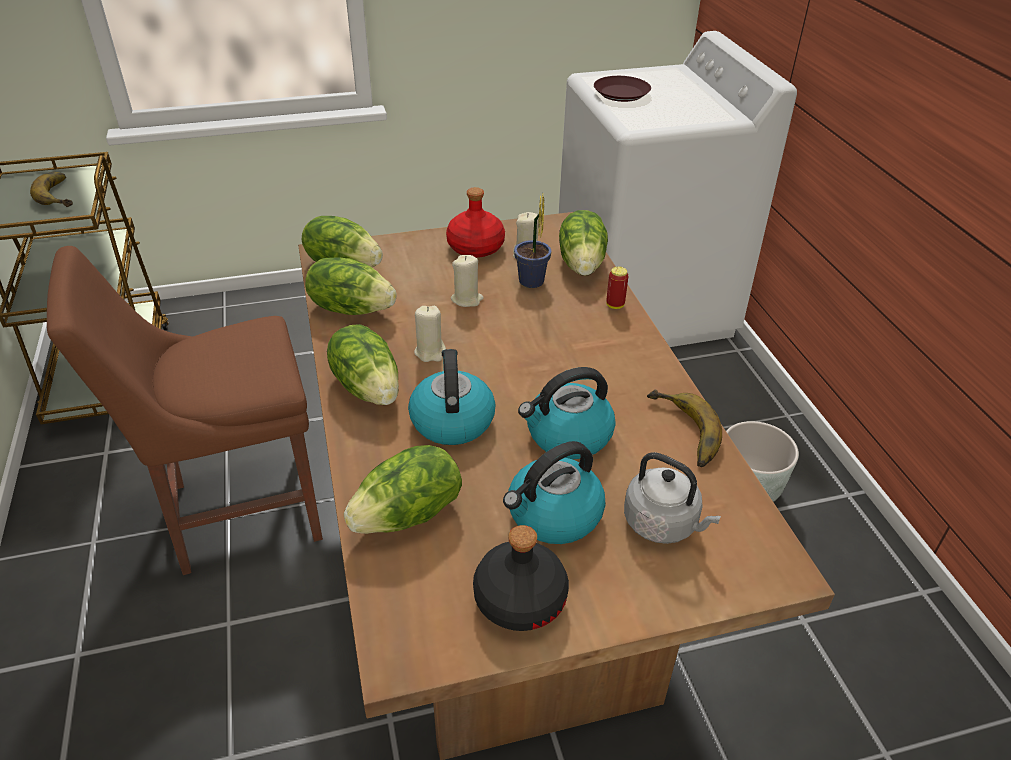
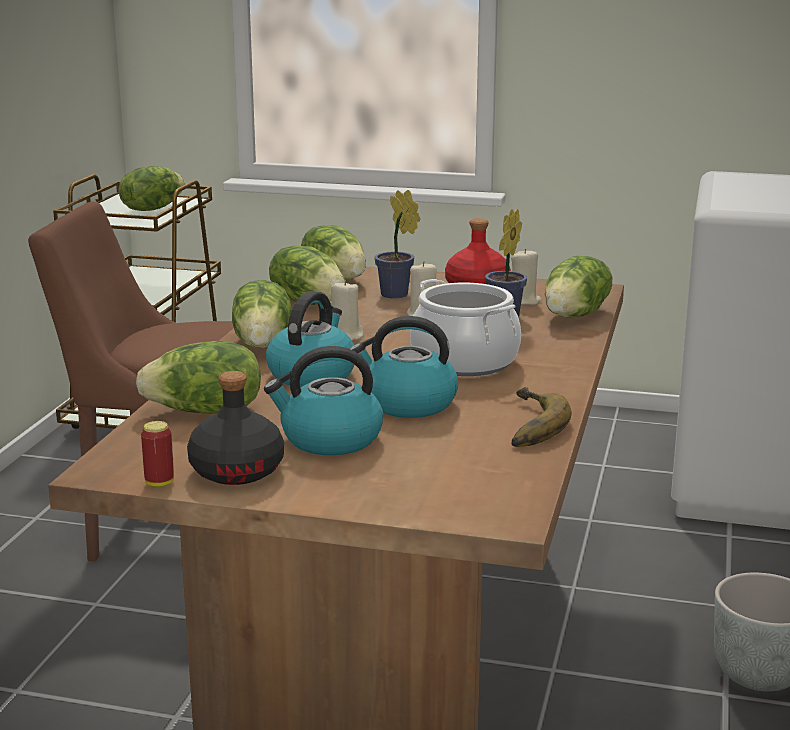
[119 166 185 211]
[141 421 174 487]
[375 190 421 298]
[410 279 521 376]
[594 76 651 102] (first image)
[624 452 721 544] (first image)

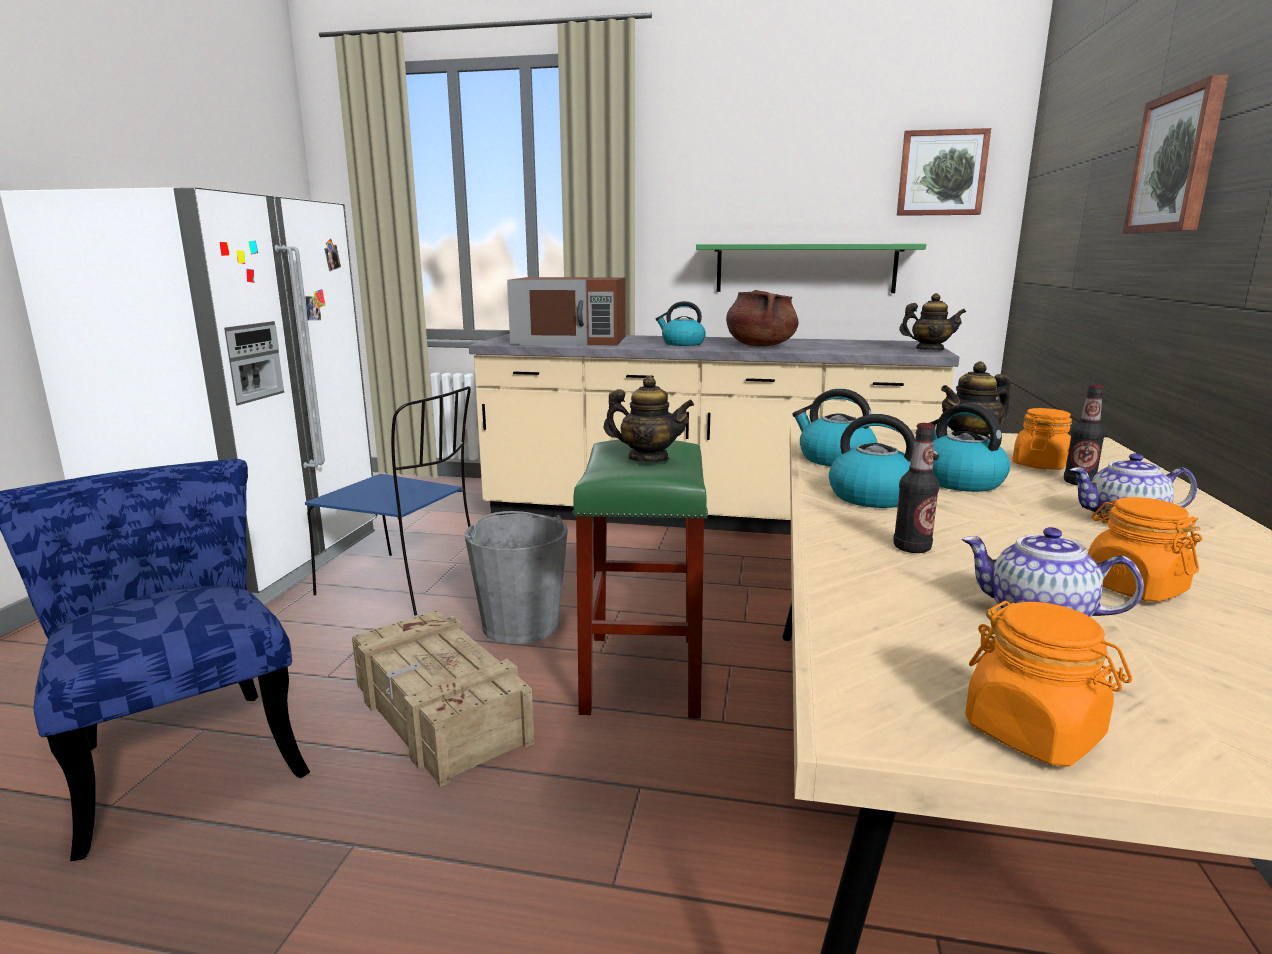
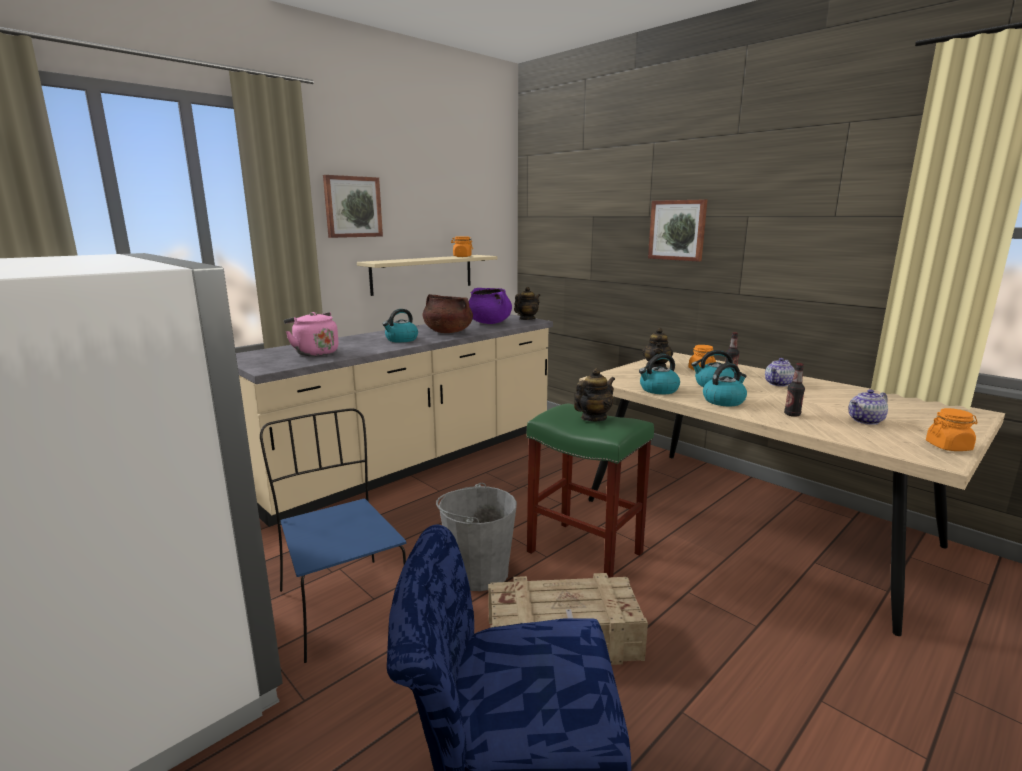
[260 408 406 663]
[284 312 339 356]
[323 175 383 238]
[357 255 497 296]
[451 236 473 257]
[469 288 512 324]

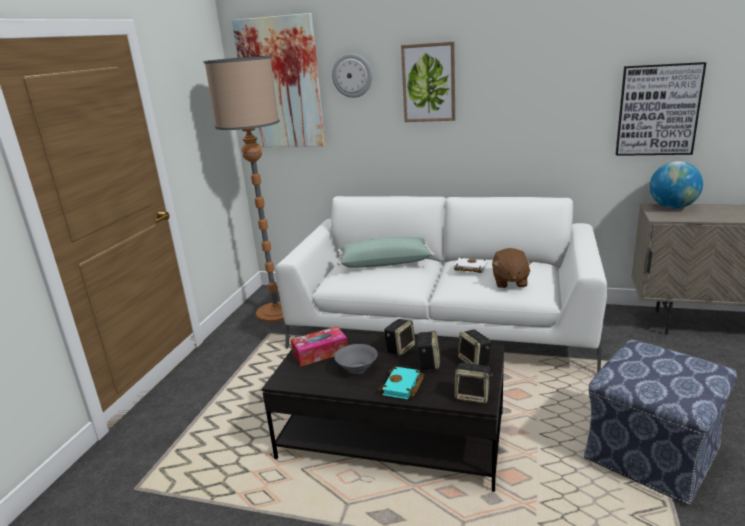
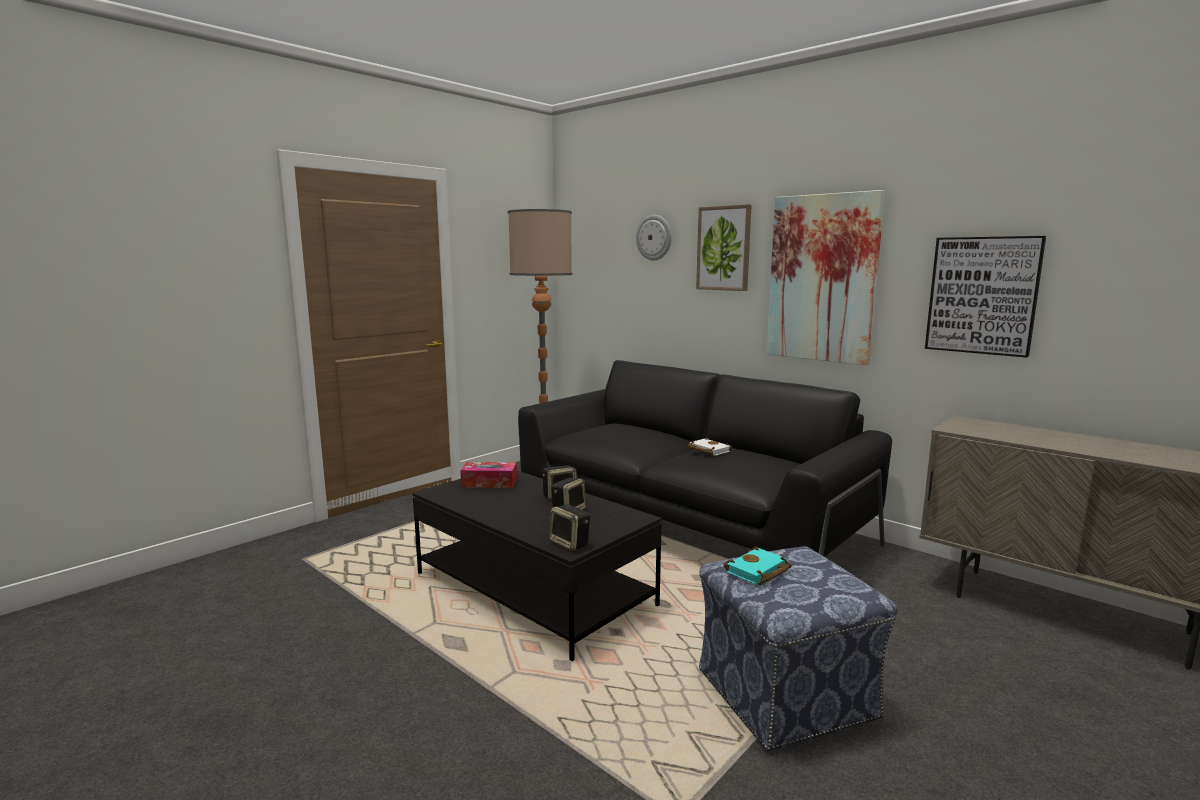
[518 360 892 557]
[723 547 792 585]
[766 190 885 365]
[334 344 378 374] (first image)
[337 237 435 268] (first image)
[458 329 491 366] (first image)
[492 248 533 288] (first image)
[650 161 703 209] (first image)

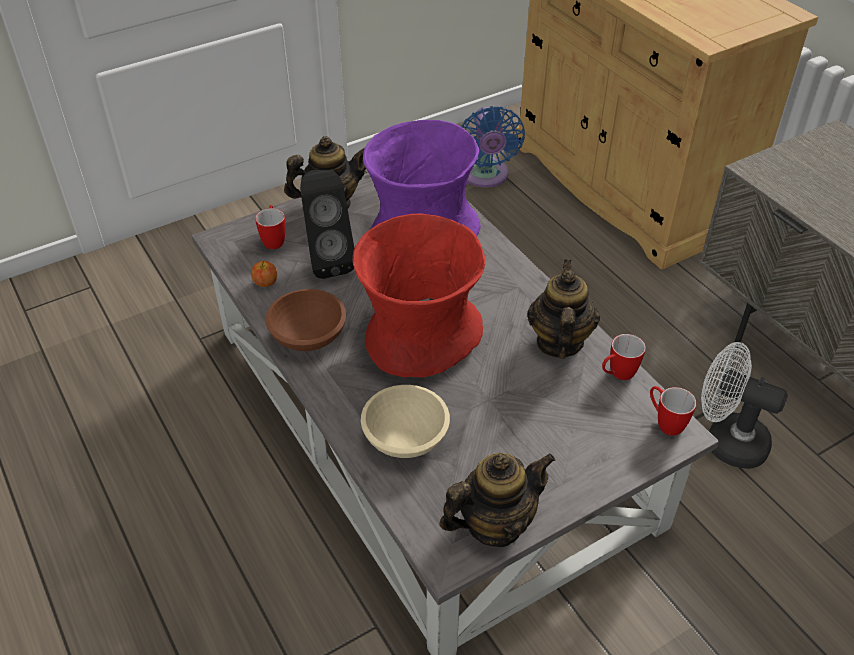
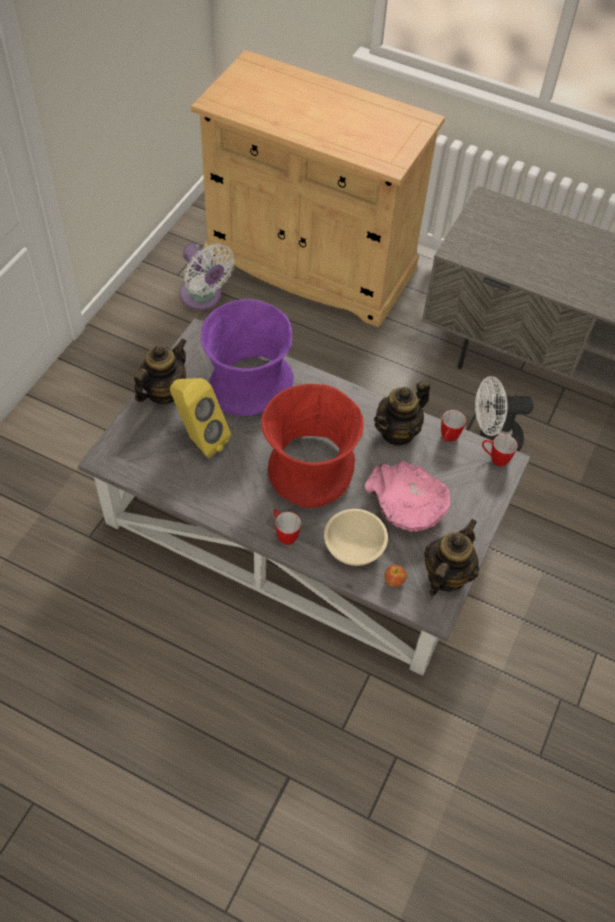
[170 378 231 458]
[180 243 235 310]
[273 509 301 545]
[365 461 450 532]
[374 380 430 446]
[384 565 407 587]
[266 289 346 351] (first image)

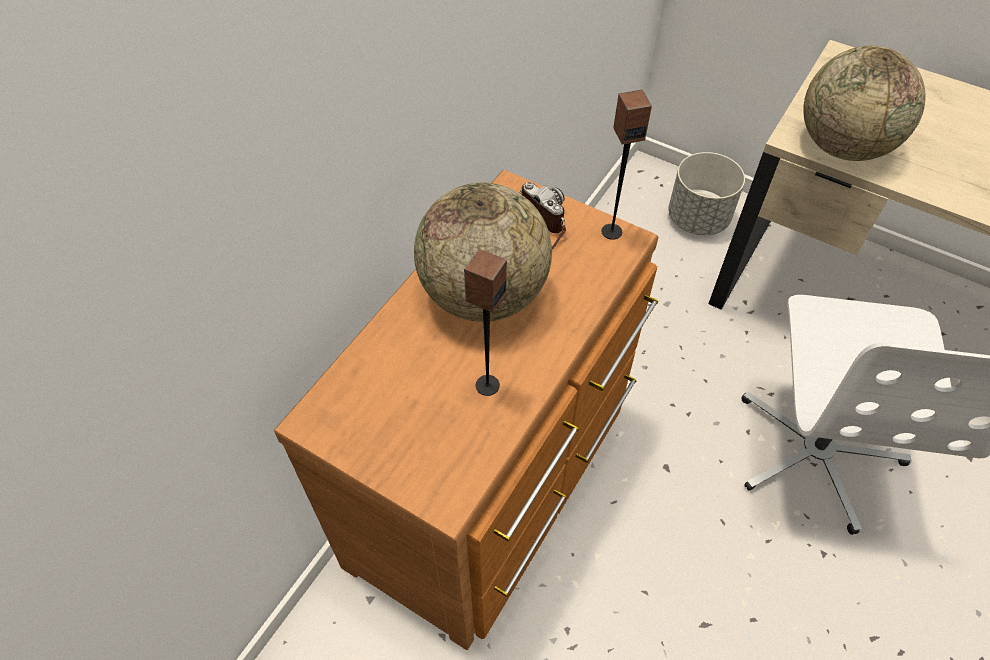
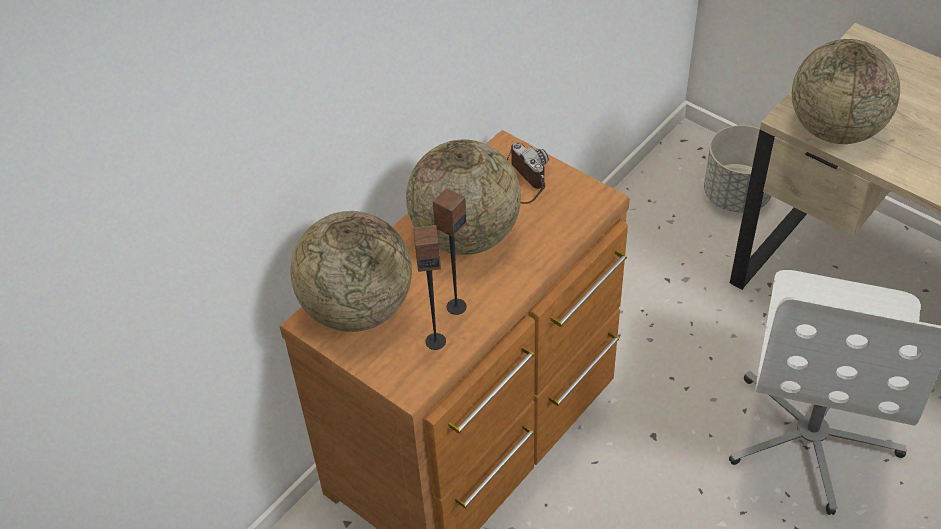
[291 211 412 332]
[413 225 446 350]

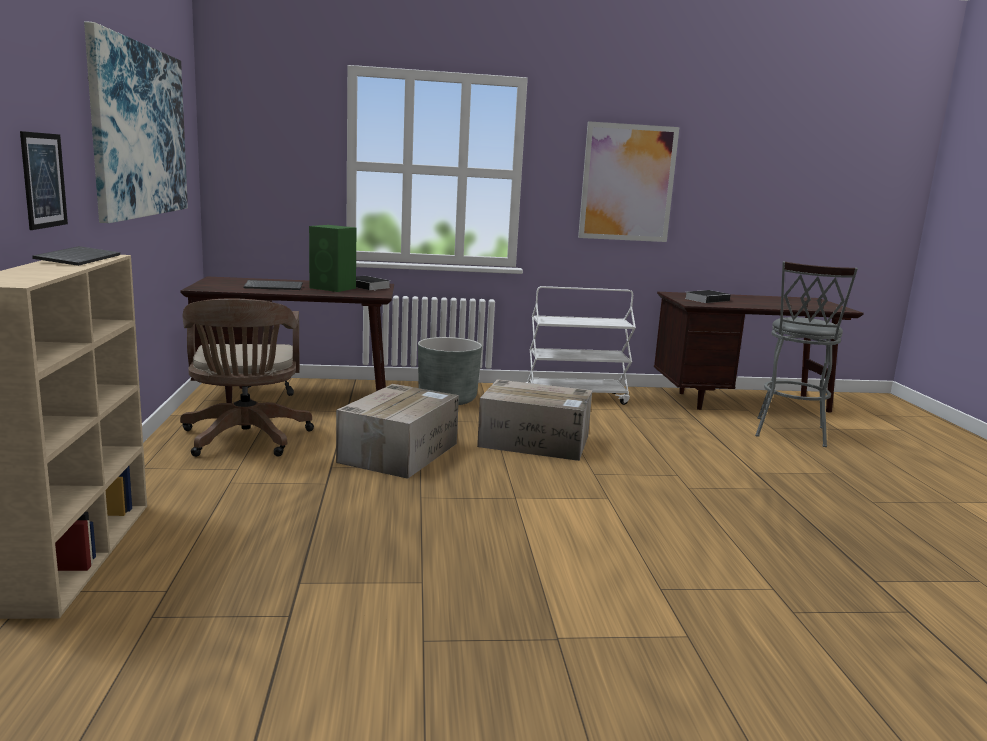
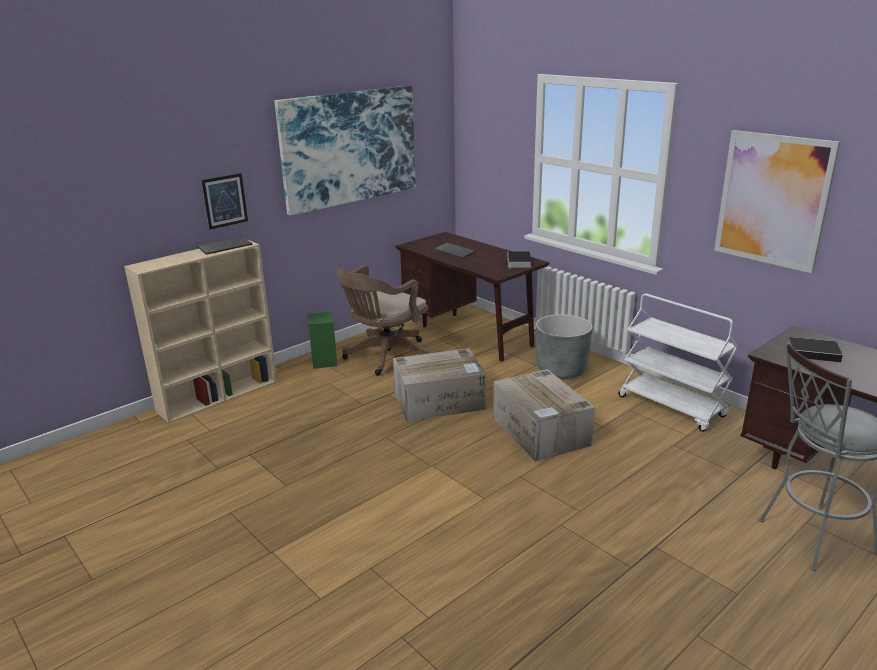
[307 312 337 369]

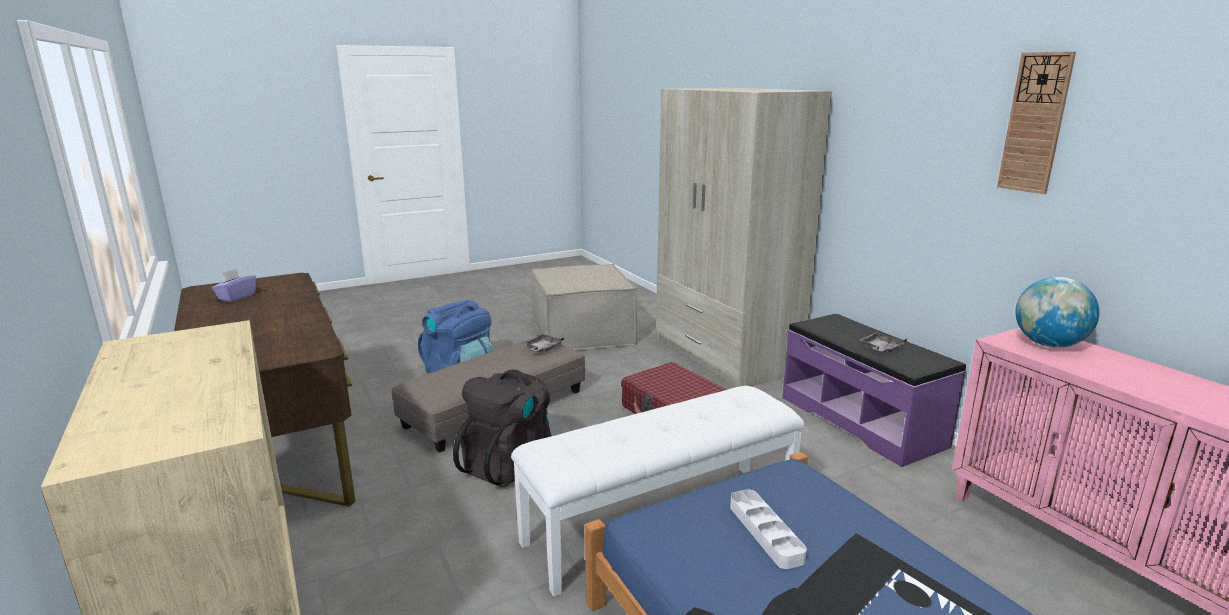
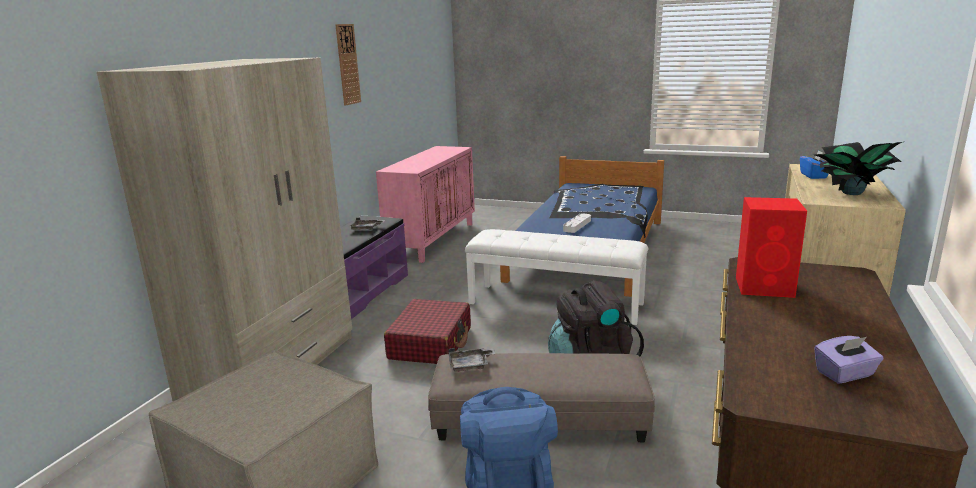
[736 197 807 298]
[800 150 828 179]
[814 142 902 195]
[1015 277 1099 348] (first image)

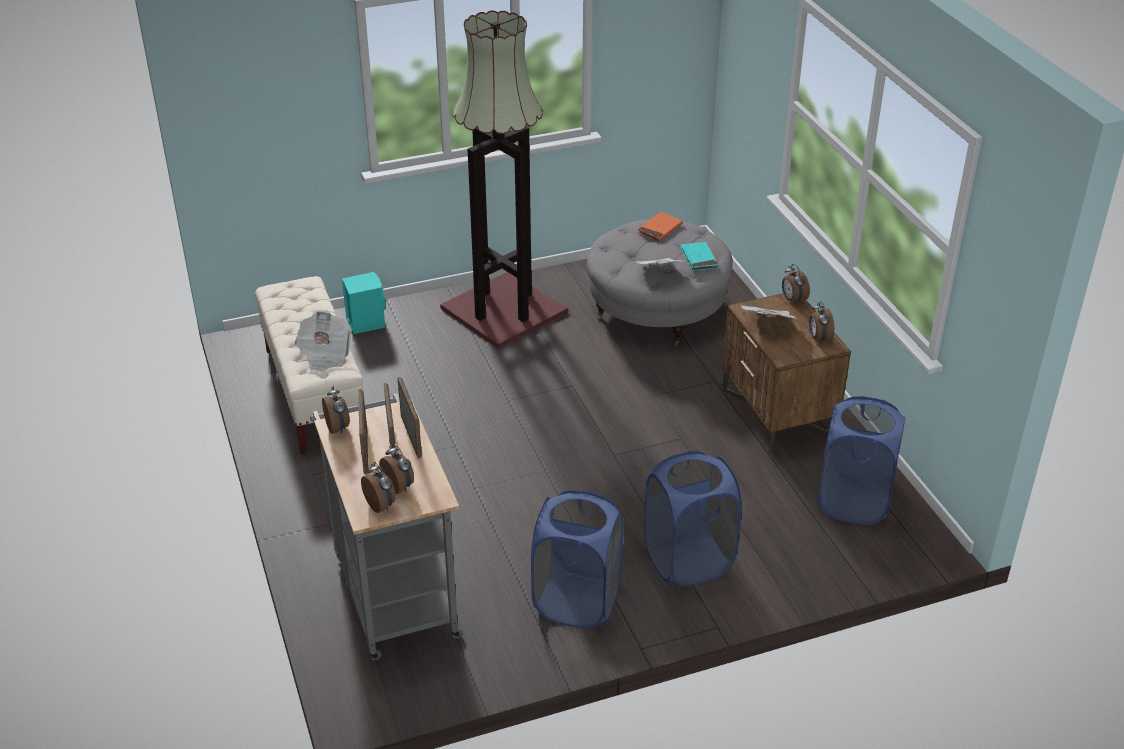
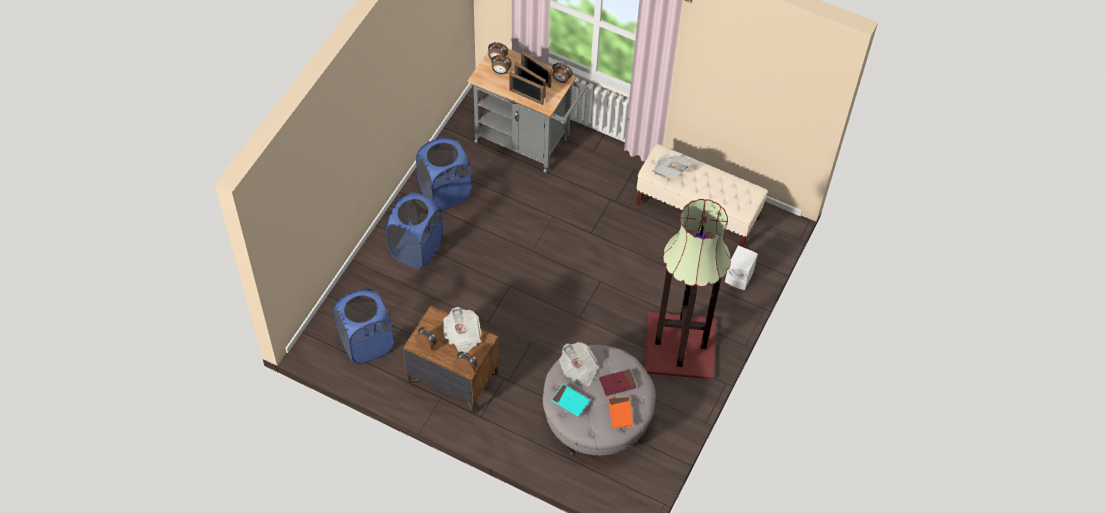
[599 370 636 396]
[725 245 758 290]

